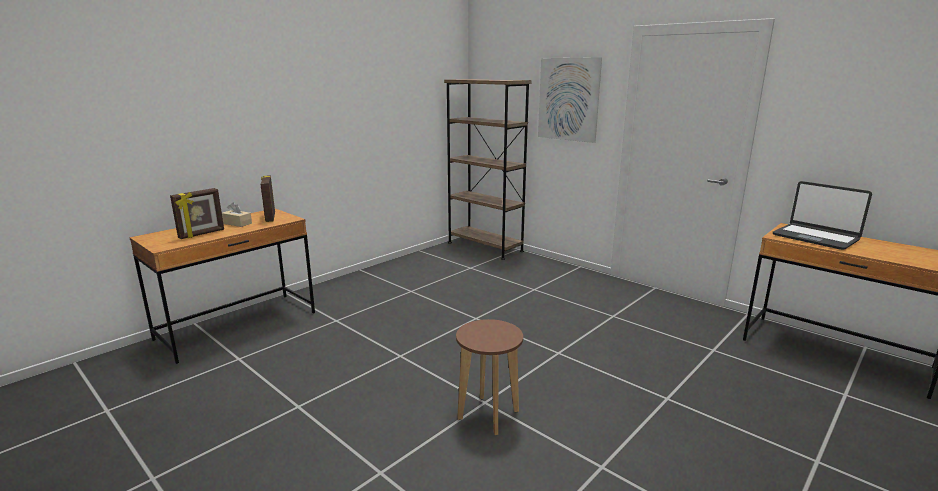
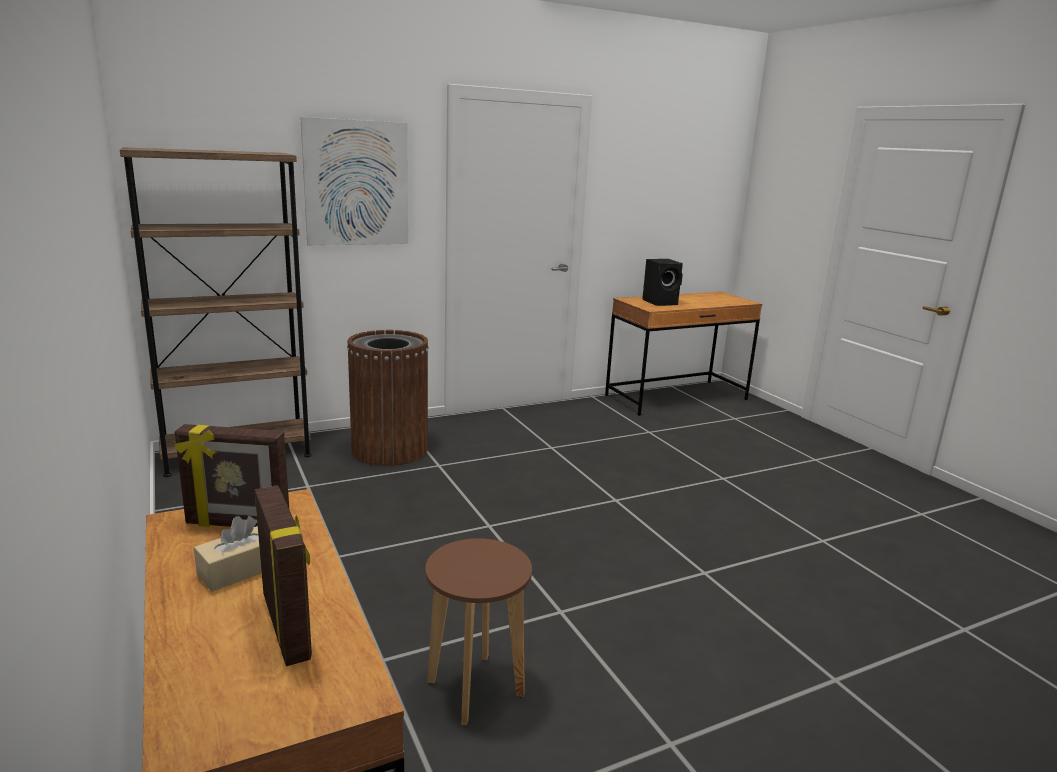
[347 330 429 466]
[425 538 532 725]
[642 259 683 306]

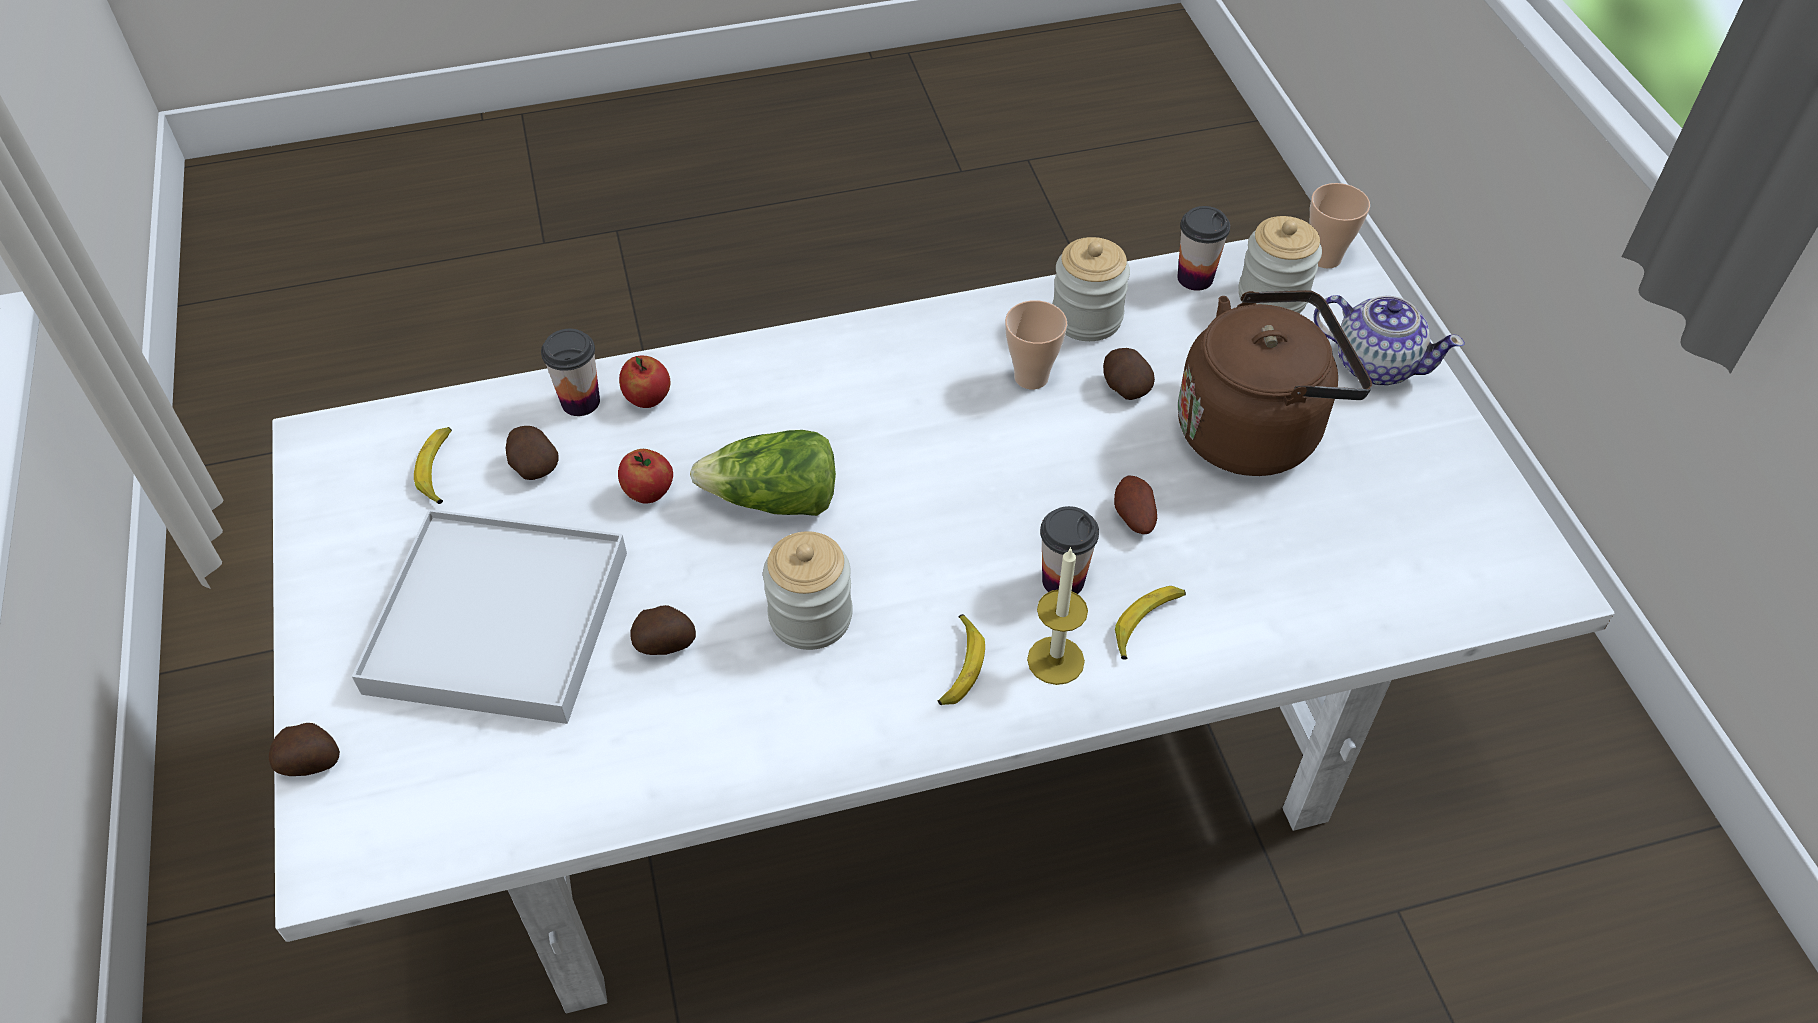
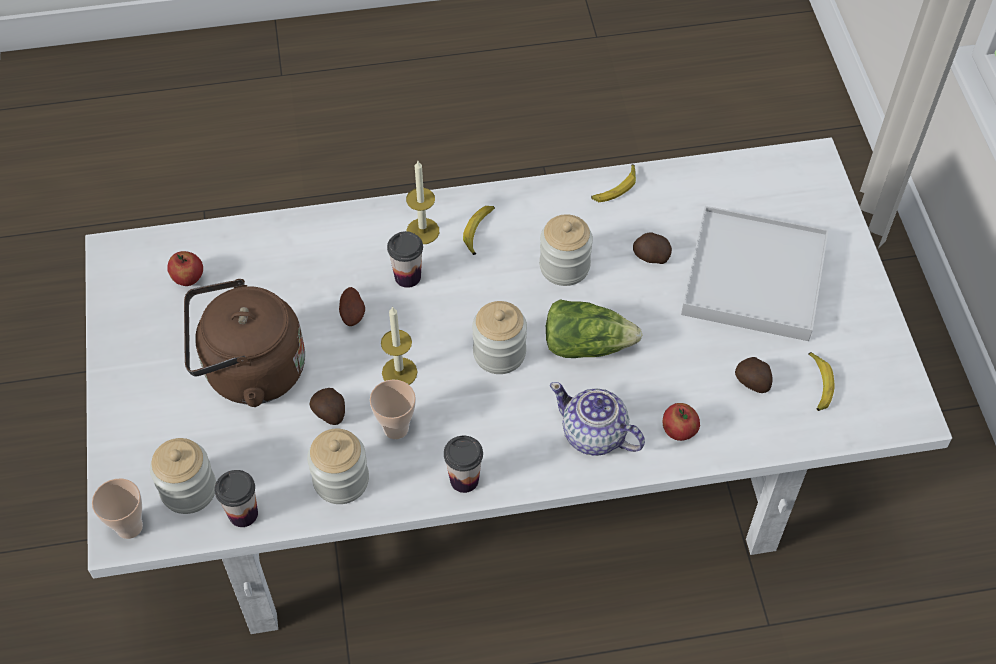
[167 251 203 286]
[381 306 418 385]
[444 436 483 493]
[472 301 527 374]
[550 382 645 456]
[591 164 636 202]
[269 723 340 776] (first image)

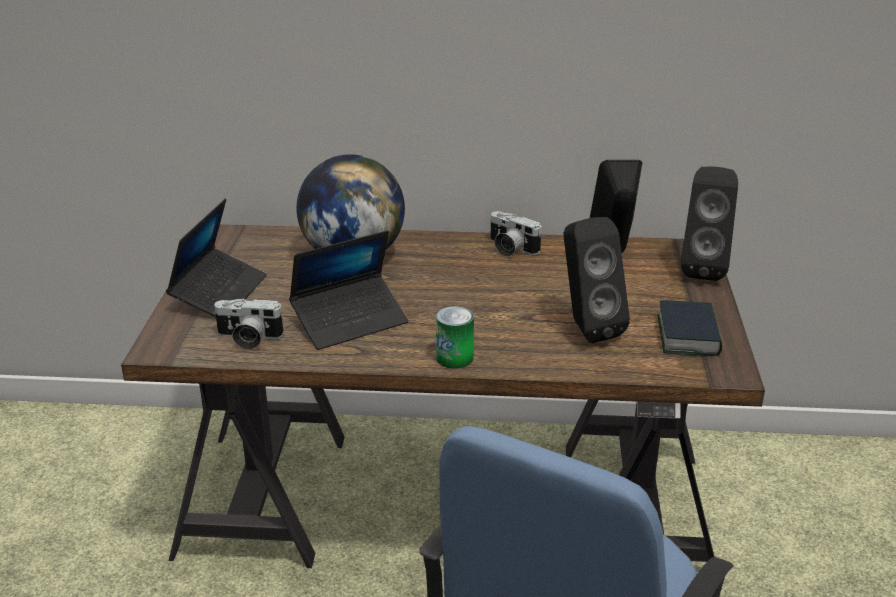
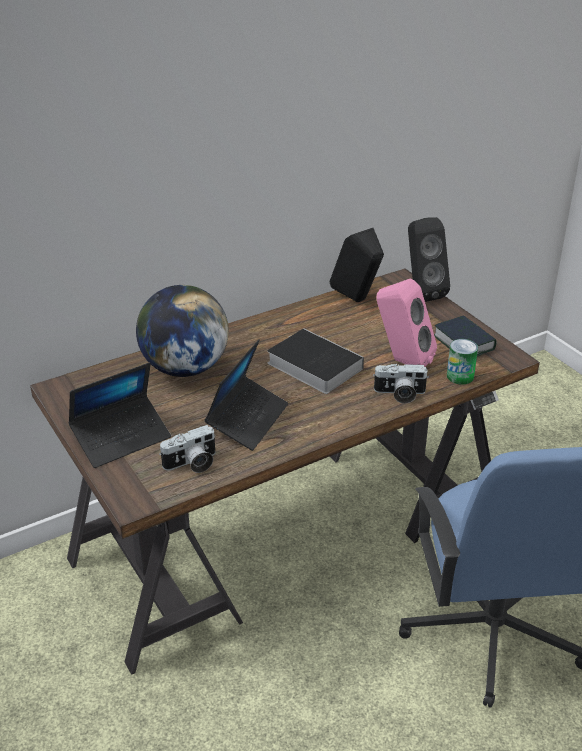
[68 363 171 468]
[267 328 364 394]
[373 364 429 404]
[377 279 437 367]
[447 339 478 384]

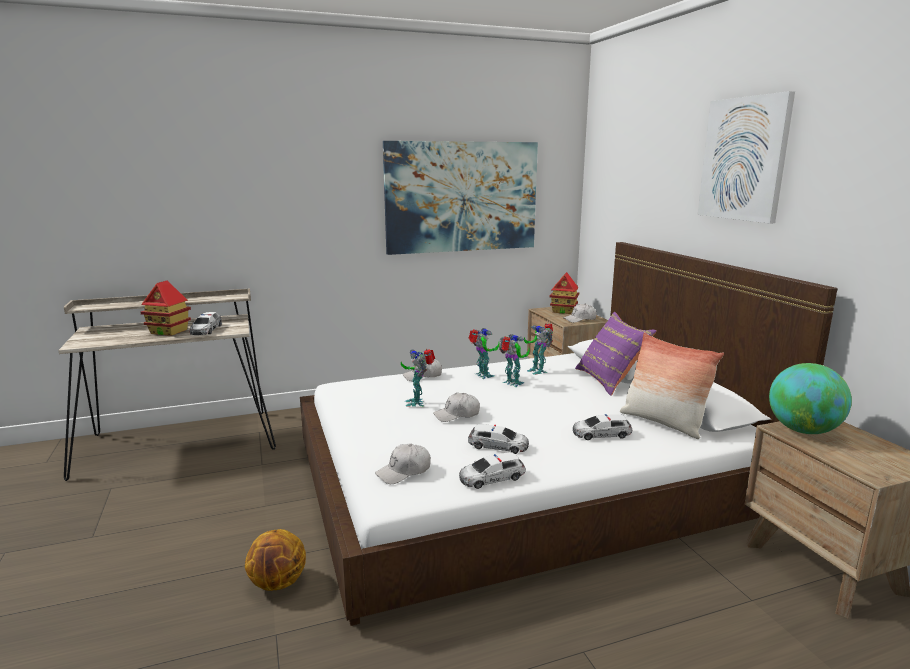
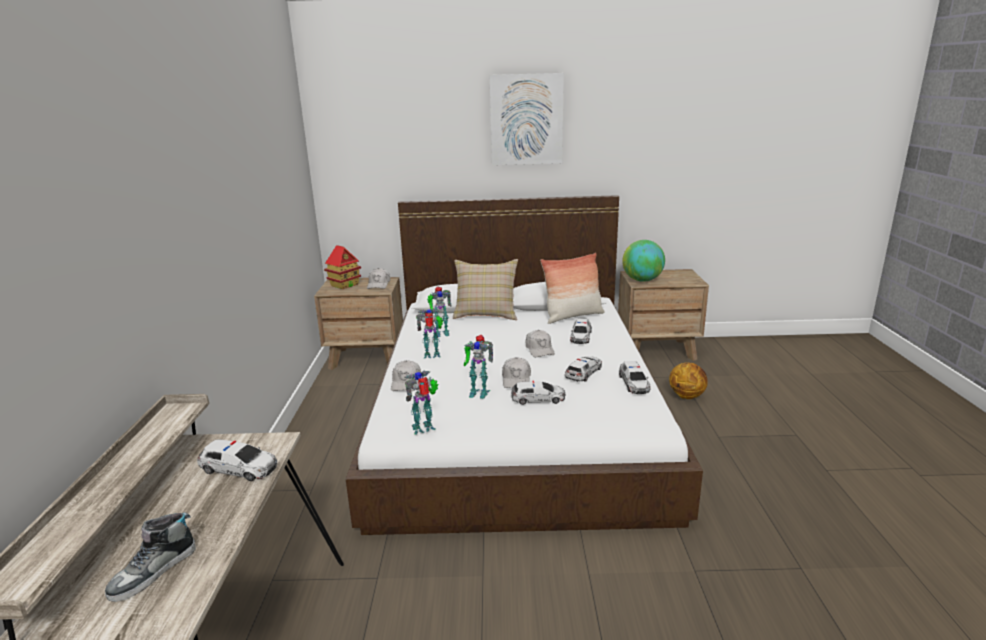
[105 512 196 602]
[405 371 438 435]
[453 259 518 320]
[511 381 565 405]
[526 330 555 357]
[669 362 708 399]
[140 280 191 336] (first image)
[383 141 538 255] (first image)

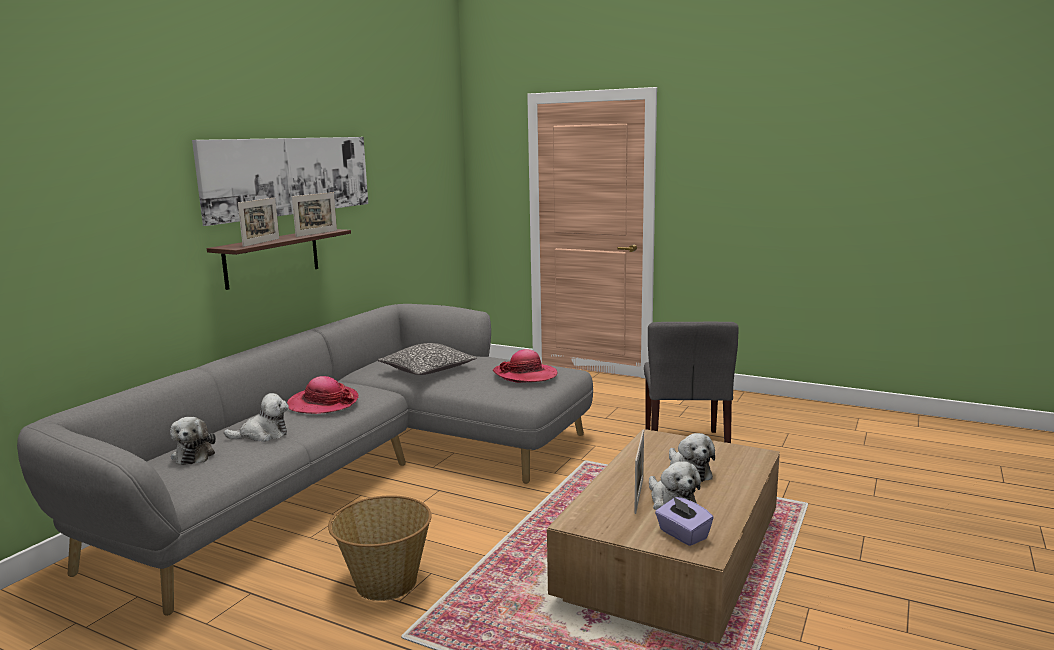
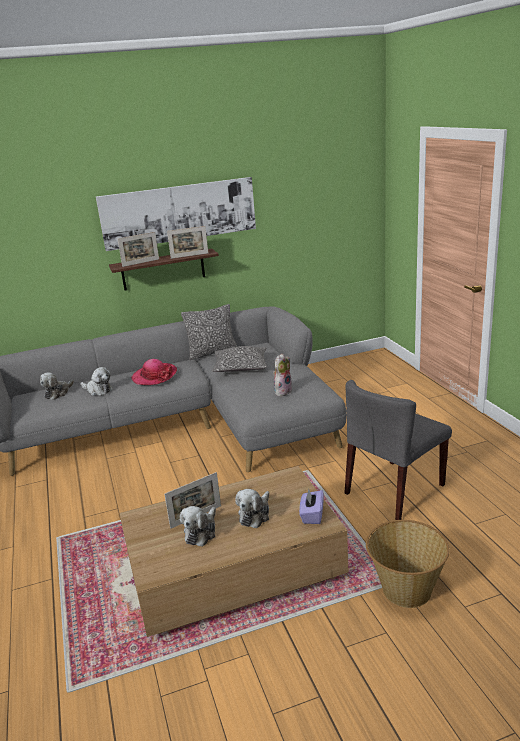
[181 304 237 360]
[273 354 292 396]
[299 489 324 524]
[366 520 449 608]

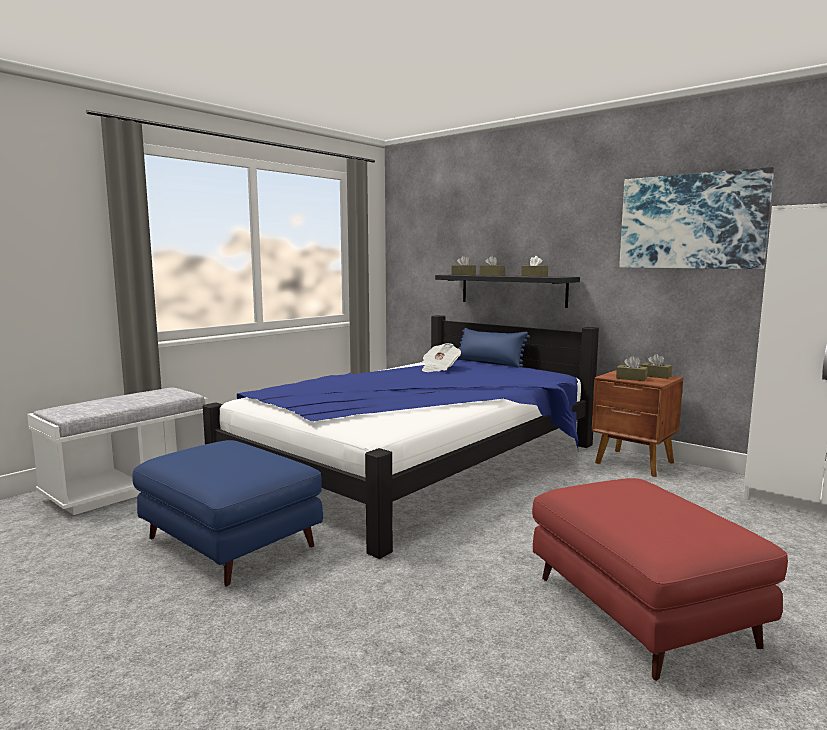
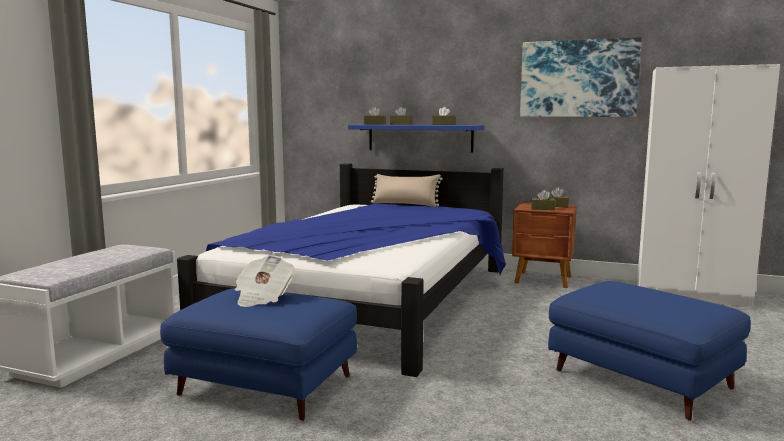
[235 255 296 307]
[348 125 484 152]
[371 174 443 207]
[548 281 751 421]

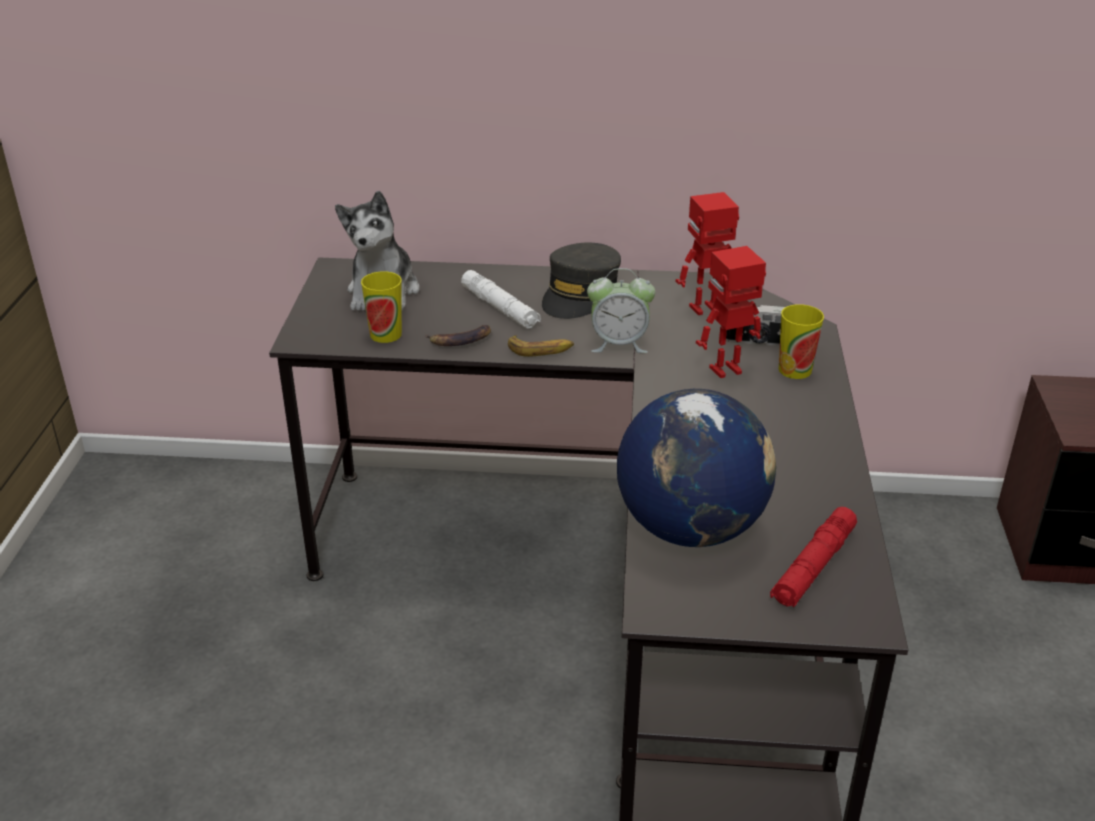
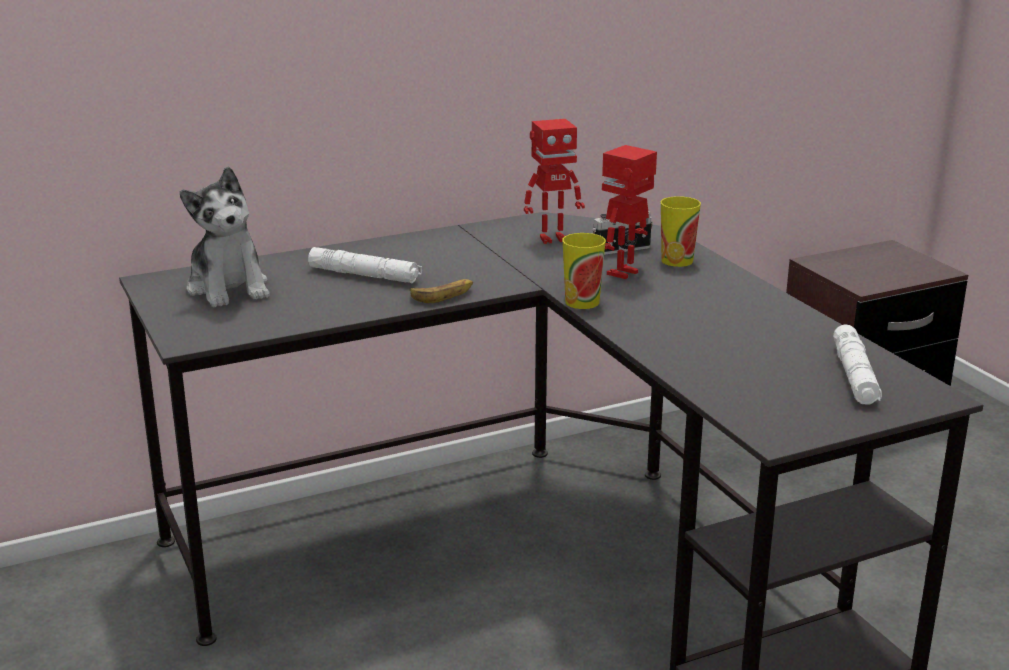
[524 119 585 244]
[562 233 606 309]
[833 324 882 405]
[424 325 491 346] (first image)
[542 242 621 319] (first image)
[587 268 655 353] (first image)
[617 389 776 547] (first image)

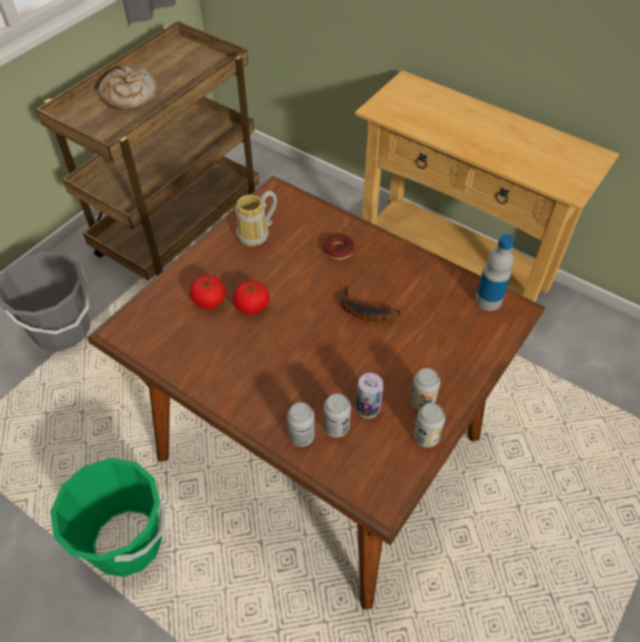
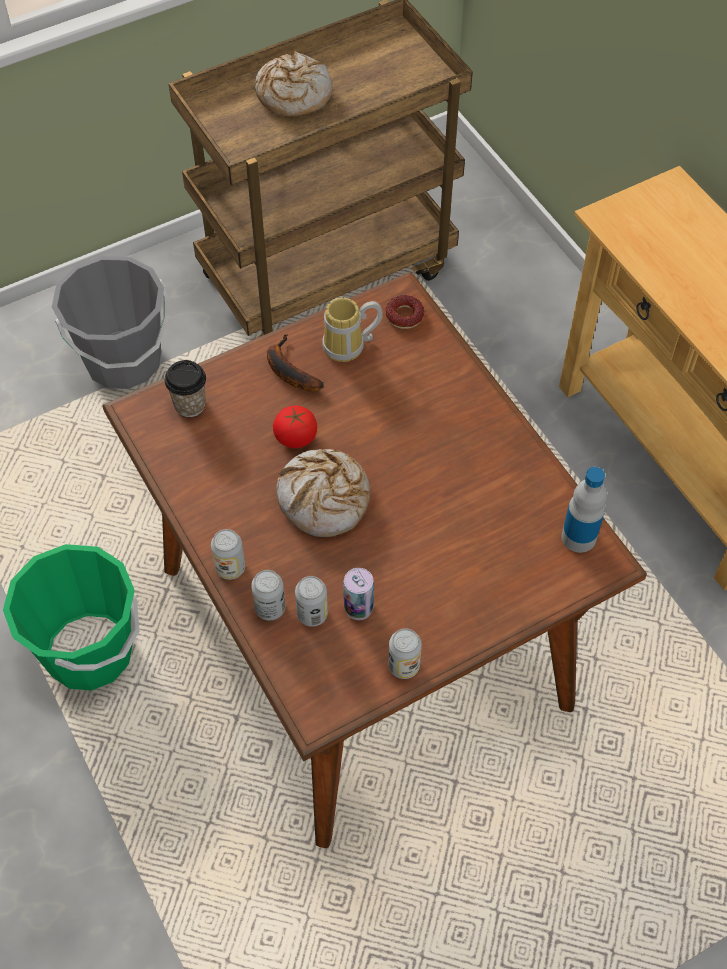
[164 360 206 417]
[211 529 245 580]
[267 334 324 391]
[276 449 370 537]
[385 295 424 329]
[190 275 226 309] (first image)

